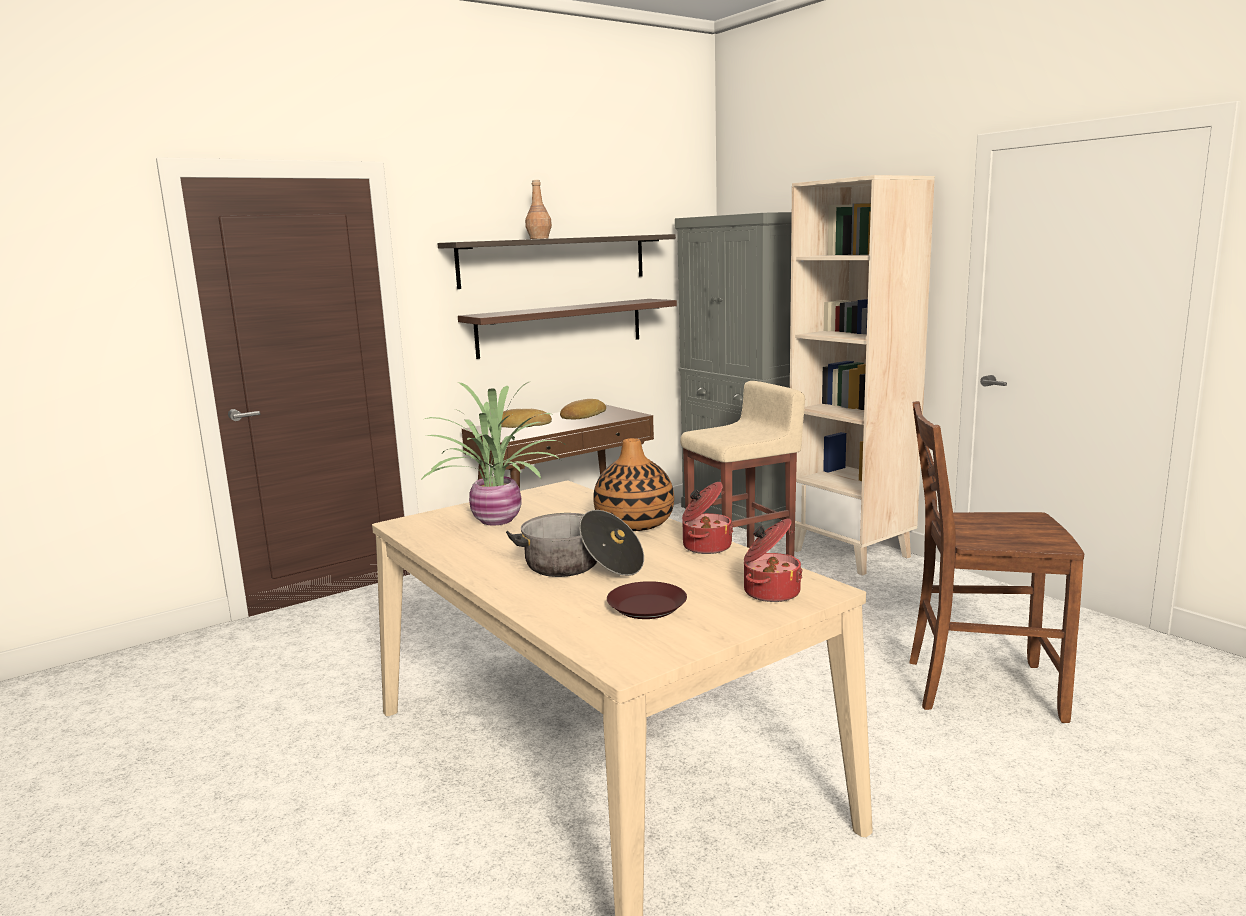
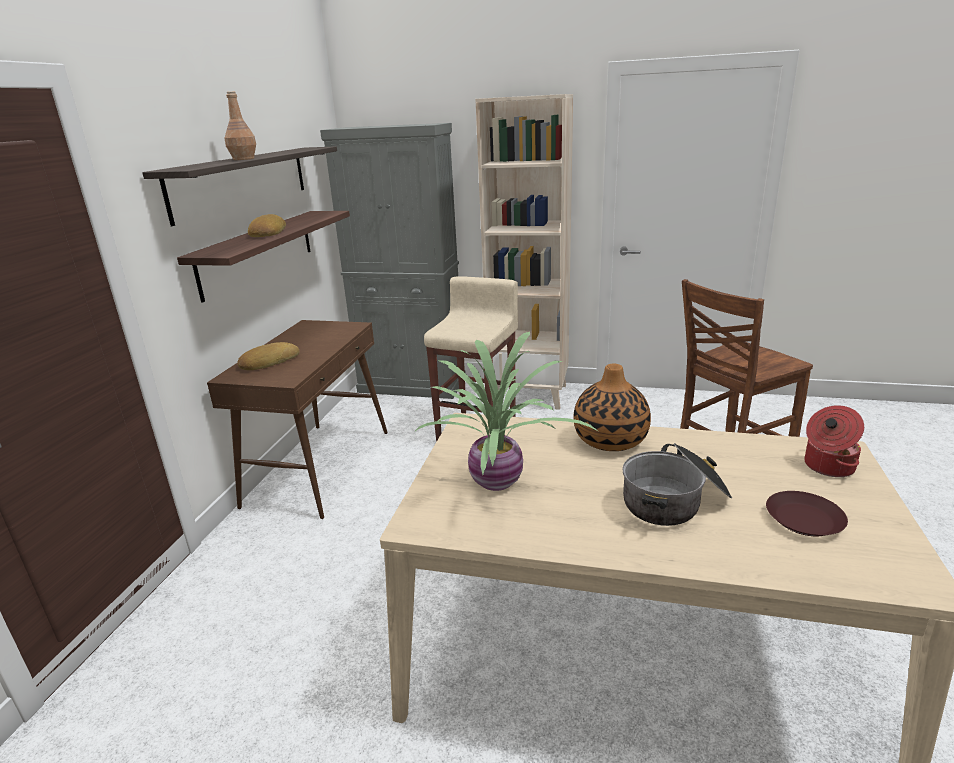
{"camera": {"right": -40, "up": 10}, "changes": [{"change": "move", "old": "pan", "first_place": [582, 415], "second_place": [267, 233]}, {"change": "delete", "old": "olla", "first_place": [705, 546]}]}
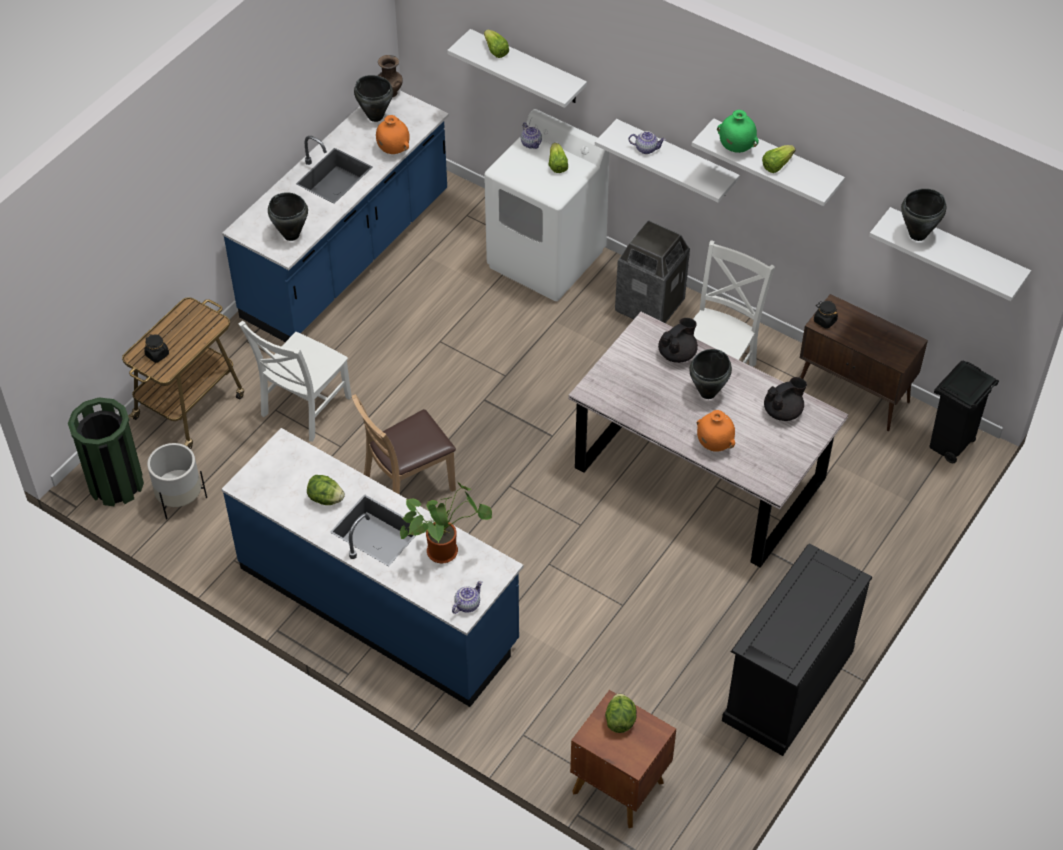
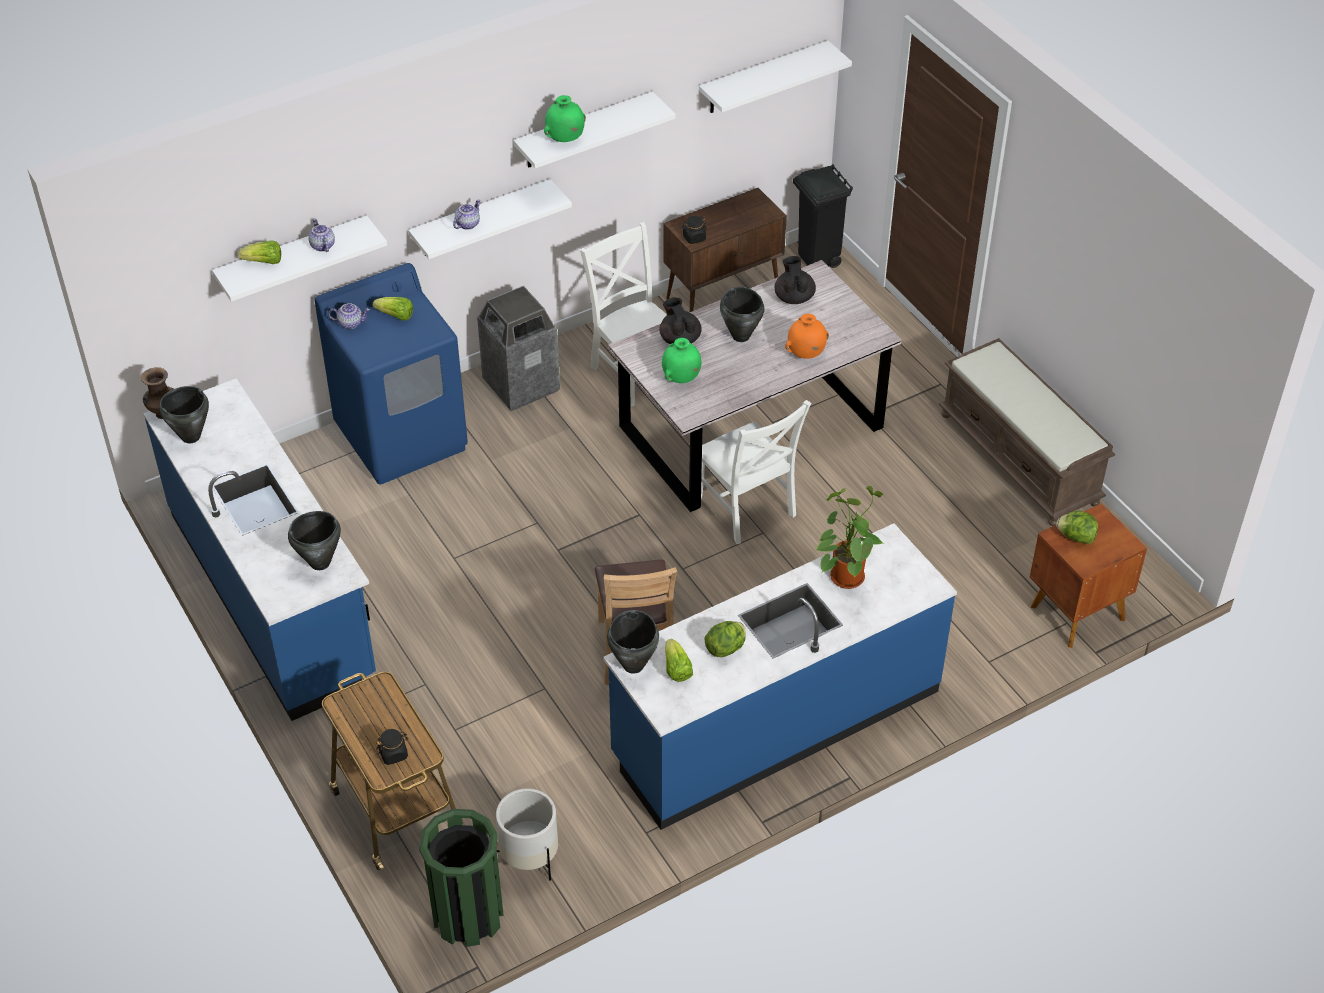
{"camera": {"right": -65, "up": -5}, "changes": [{"change": "move", "old": "silla (blanco)", "first_place": [303, 408], "second_place": [747, 509]}, {"change": "delete", "old": "florero (naranja)", "first_place": [393, 150]}, {"change": "move", "old": "tetera", "first_place": [467, 604], "second_place": [322, 246]}, {"change": "recolor", "old": "lavadora (blanco)", "new": "lavadora (azul)", "first_place": [546, 259], "second_place": [402, 437]}, {"change": "replace", "old": "cómoda (negro)", "new": "banco (marrón)", "first_place": [787, 685], "second_place": [1020, 459]}, {"change": "move", "old": "lechuga", "first_place": [777, 165], "second_place": [676, 669]}, {"change": "move", "old": "olla (negro)", "first_place": [918, 235], "second_place": [634, 665]}, {"change": "insert", "new": "florero (verde)", "second_place": [681, 379]}]}
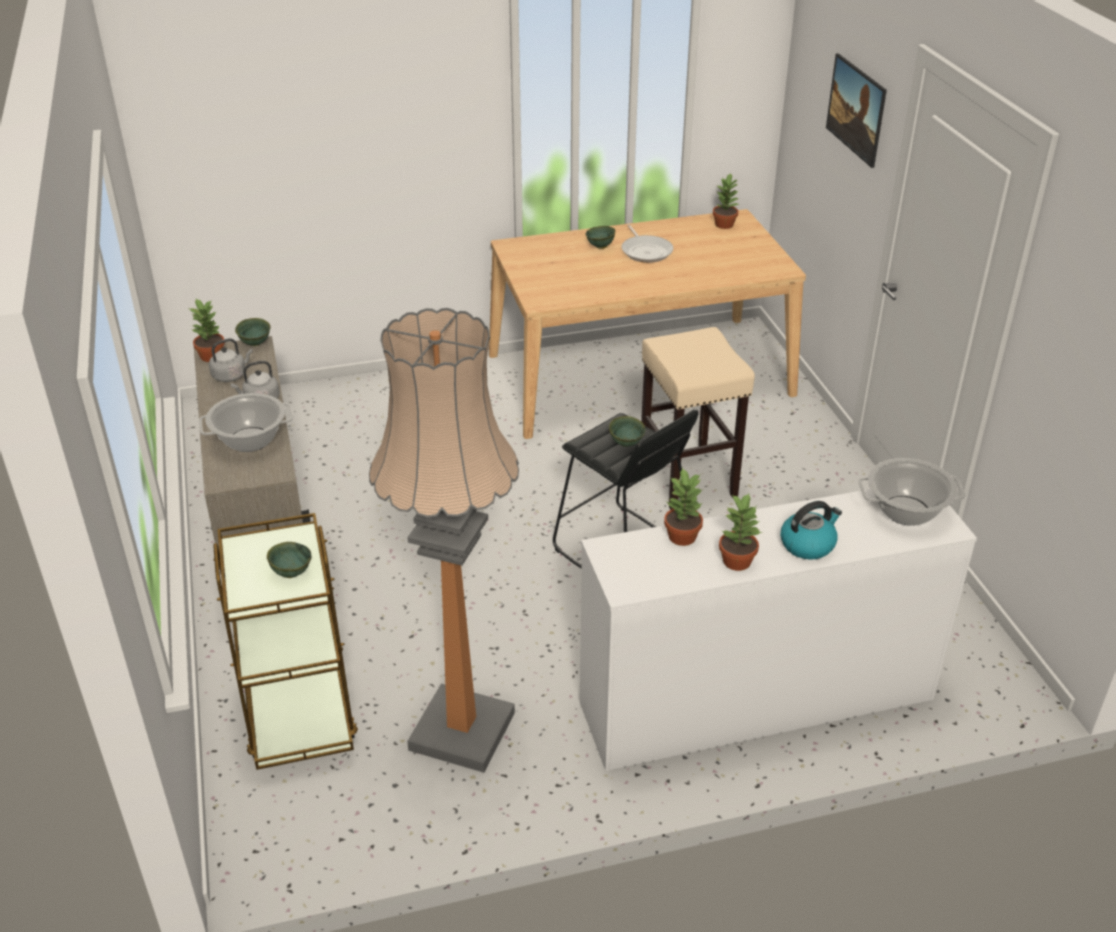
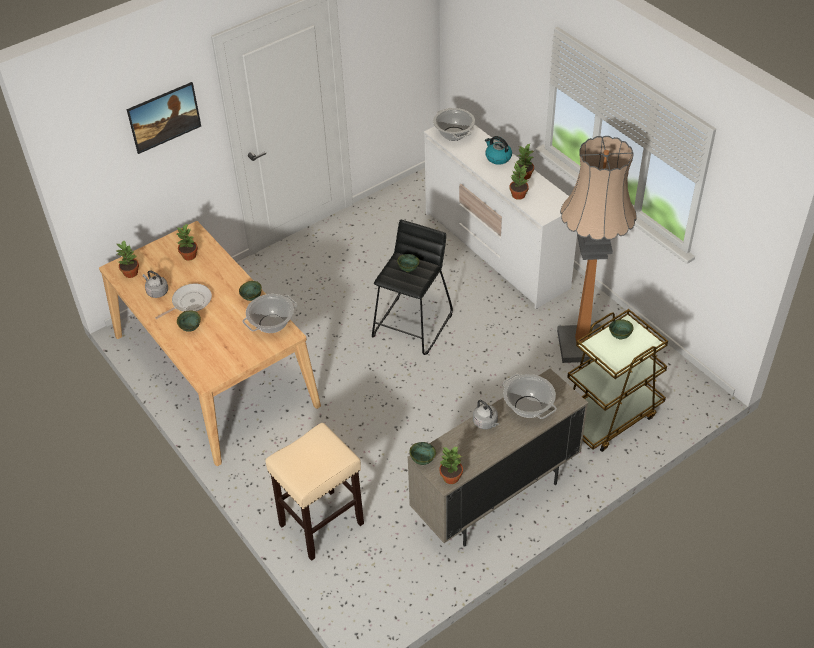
{"camera": {"right": -110, "up": 10}, "changes": [{"change": "move", "old": "hervidor (gris)", "first_place": [231, 375], "second_place": [156, 291]}, {"change": "move", "old": "taburete (beis)", "first_place": [688, 479], "second_place": [322, 523]}, {"change": "insert", "new": "planta en maceta", "second_place": [189, 255]}, {"change": "insert", "new": "cuenco (verde)", "second_place": [252, 298]}, {"change": "insert", "new": "olla", "second_place": [271, 324]}]}
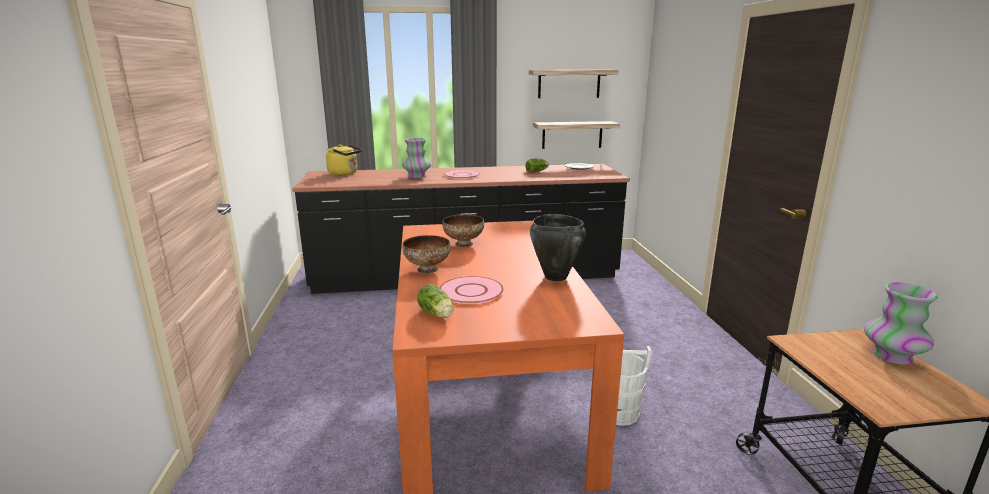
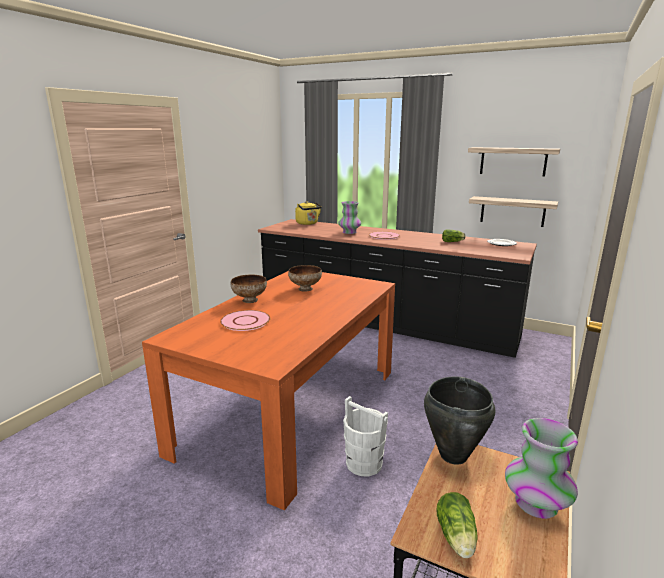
{"camera": {"right": 35, "up": 0}, "changes": [{"change": "move", "old": "lechuga", "first_place": [437, 314], "second_place": [456, 538]}, {"change": "move", "old": "olla (negro)", "first_place": [555, 277], "second_place": [452, 455]}]}
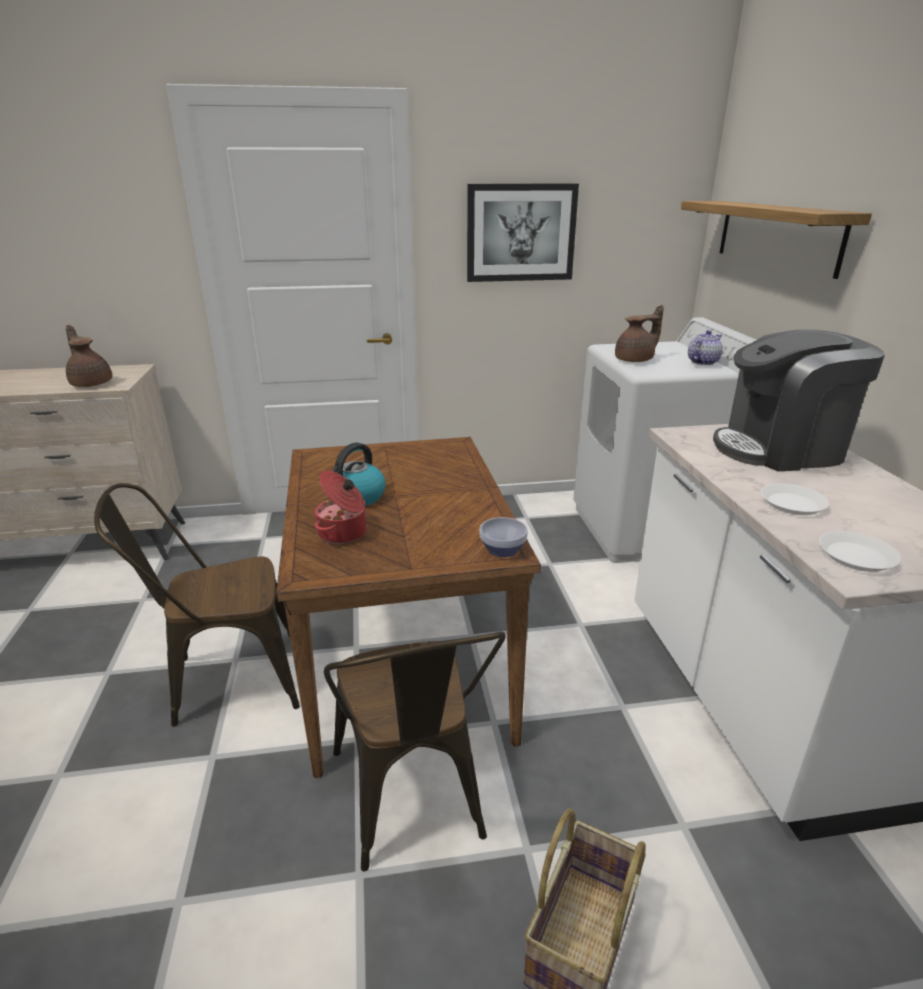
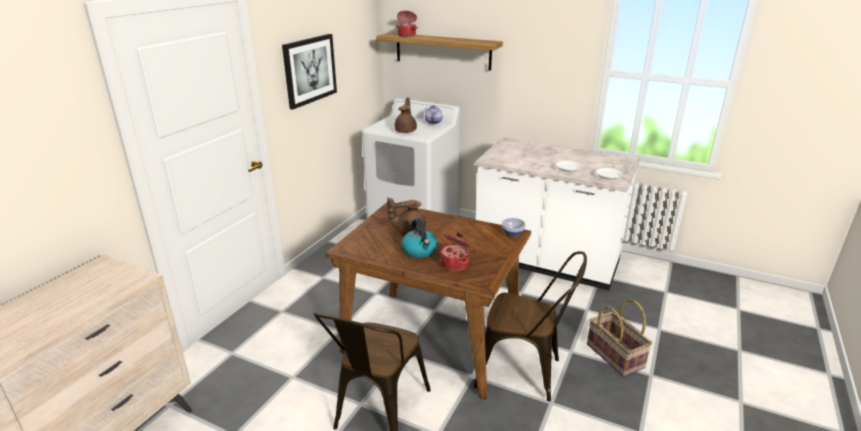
{"camera": {"right": -55, "up": 0}, "changes": [{"change": "move", "old": "tetera (marrón)", "first_place": [92, 383], "second_place": [409, 232]}, {"change": "delete", "old": "cafetera", "first_place": [780, 449]}, {"change": "insert", "new": "olla", "second_place": [407, 35]}]}
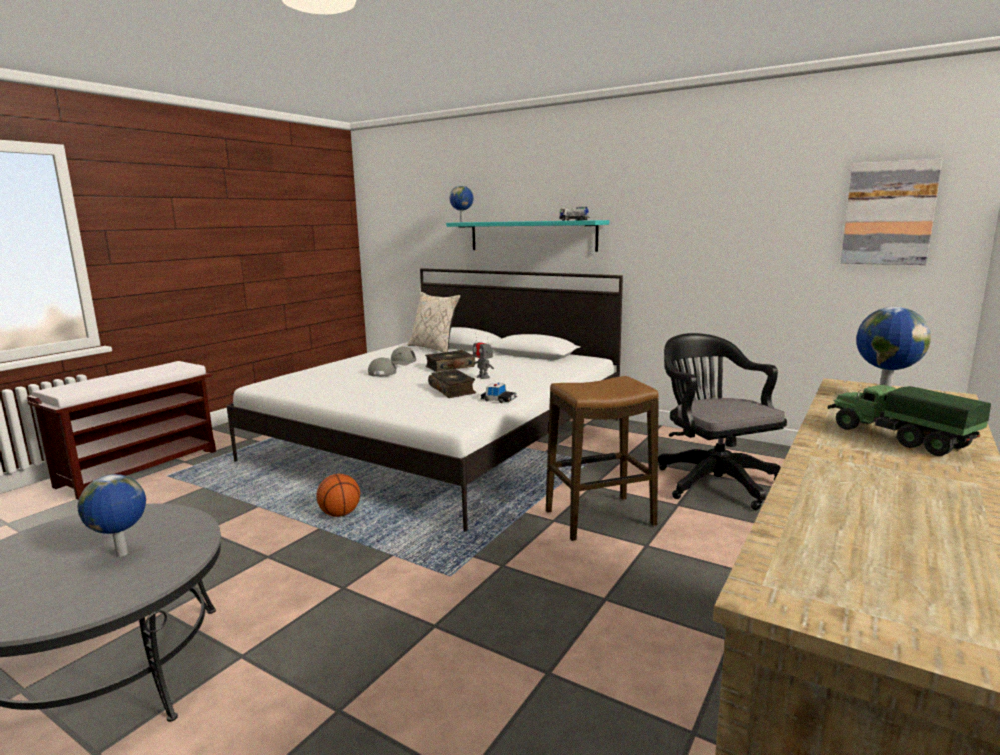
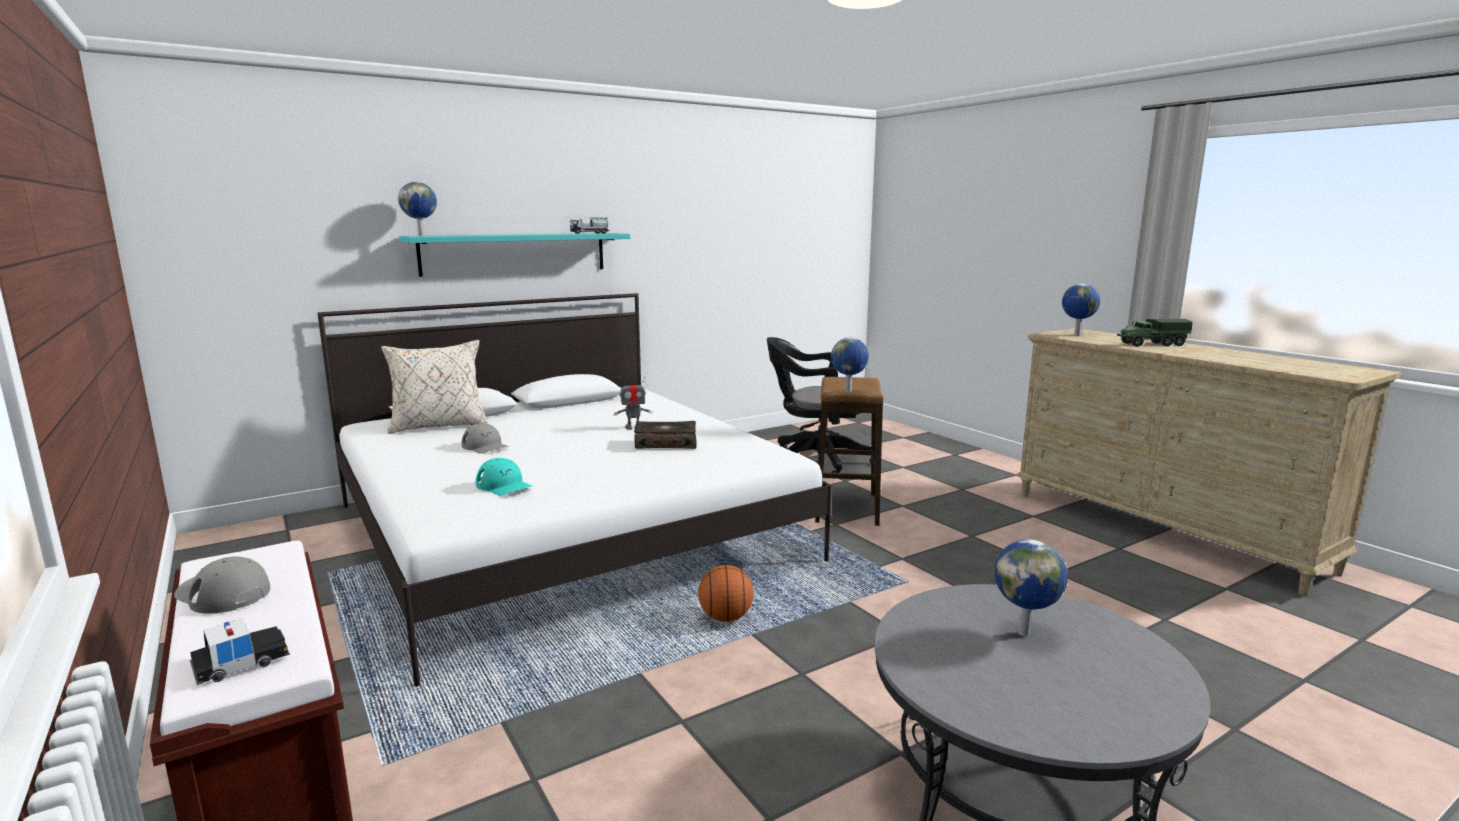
{"camera": {"right": -65, "up": 0}, "changes": [{"change": "move", "old": "gorra (gris)", "first_place": [383, 372], "second_place": [222, 593]}, {"change": "delete", "old": "libro", "first_place": [449, 367]}, {"change": "move", "old": "coche de juguete", "first_place": [498, 399], "second_place": [241, 662]}, {"change": "delete", "old": "cuadro", "first_place": [889, 213]}, {"change": "insert", "new": "gorra (turquesa)", "second_place": [504, 485]}, {"change": "insert", "new": "globo terráqueo", "second_place": [849, 391]}]}
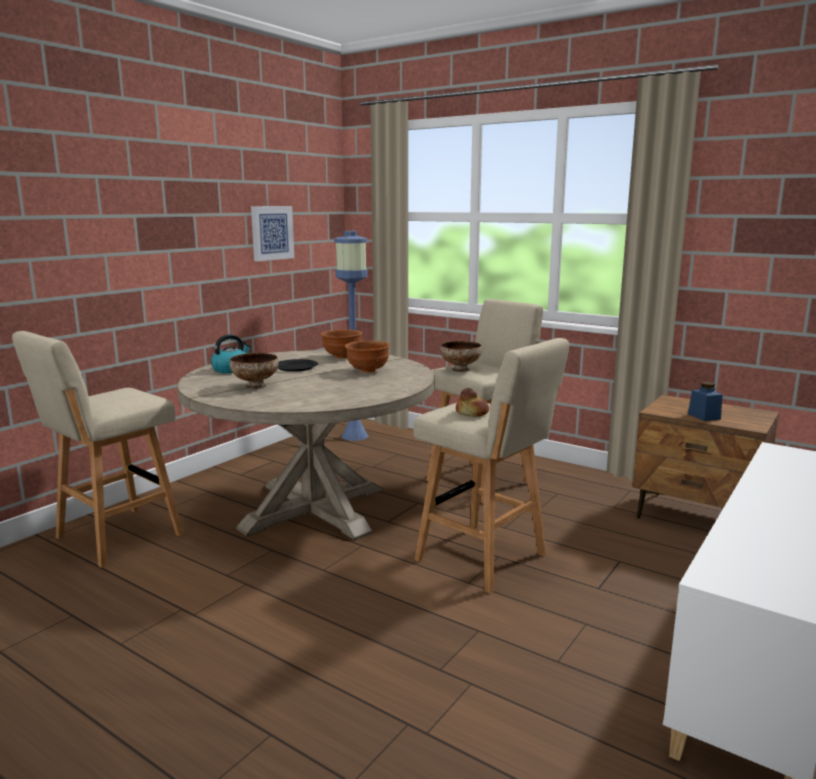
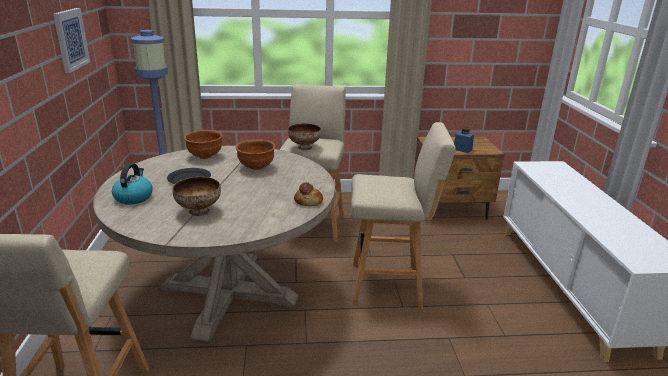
{"camera": {"right": -40, "up": 10}, "changes": [{"change": "move", "old": "pan", "first_place": [472, 413], "second_place": [308, 201]}]}
